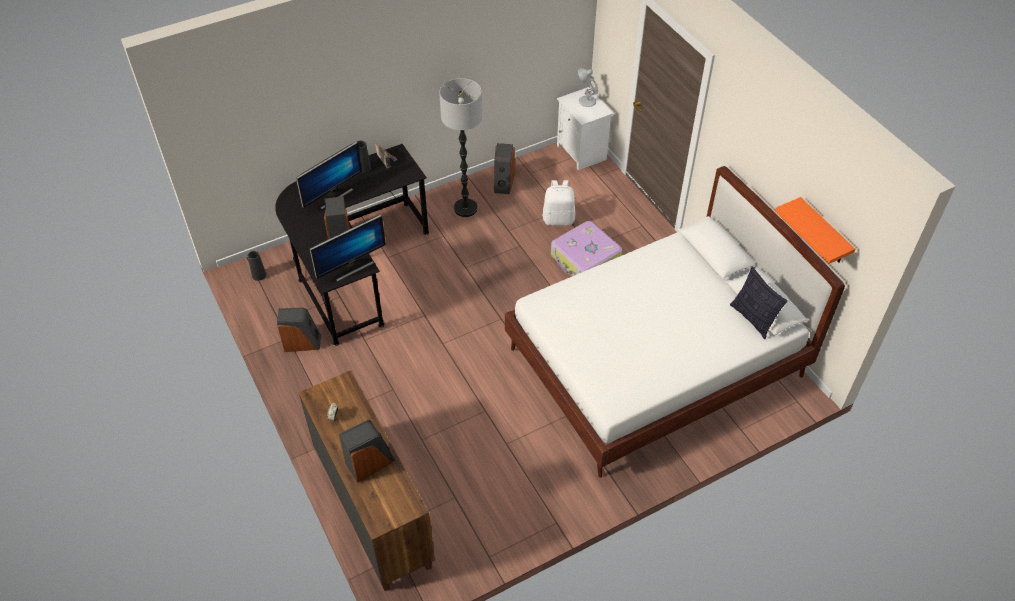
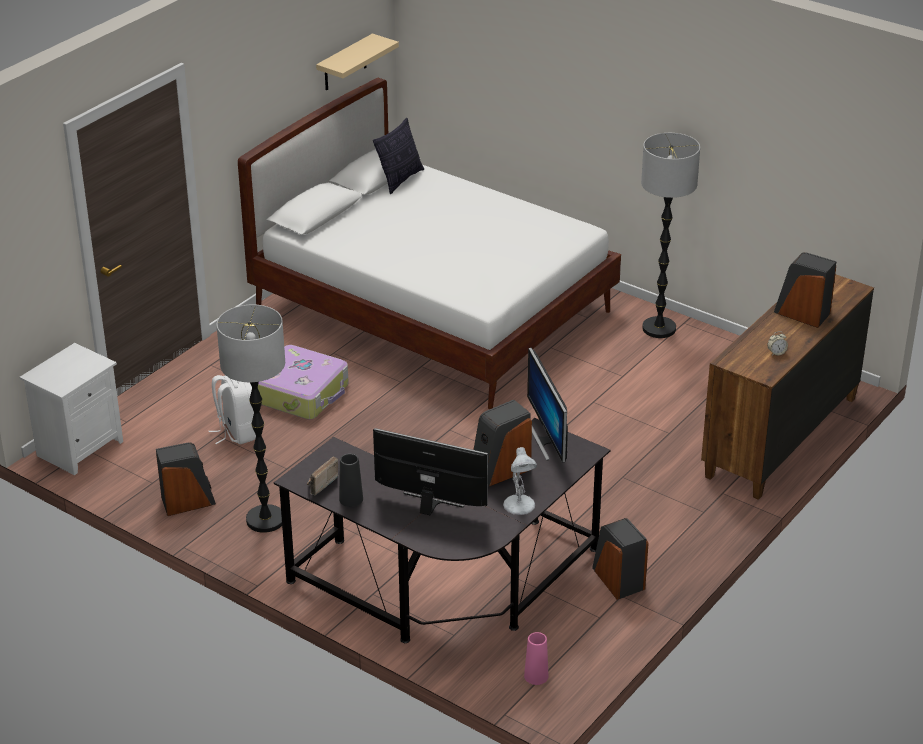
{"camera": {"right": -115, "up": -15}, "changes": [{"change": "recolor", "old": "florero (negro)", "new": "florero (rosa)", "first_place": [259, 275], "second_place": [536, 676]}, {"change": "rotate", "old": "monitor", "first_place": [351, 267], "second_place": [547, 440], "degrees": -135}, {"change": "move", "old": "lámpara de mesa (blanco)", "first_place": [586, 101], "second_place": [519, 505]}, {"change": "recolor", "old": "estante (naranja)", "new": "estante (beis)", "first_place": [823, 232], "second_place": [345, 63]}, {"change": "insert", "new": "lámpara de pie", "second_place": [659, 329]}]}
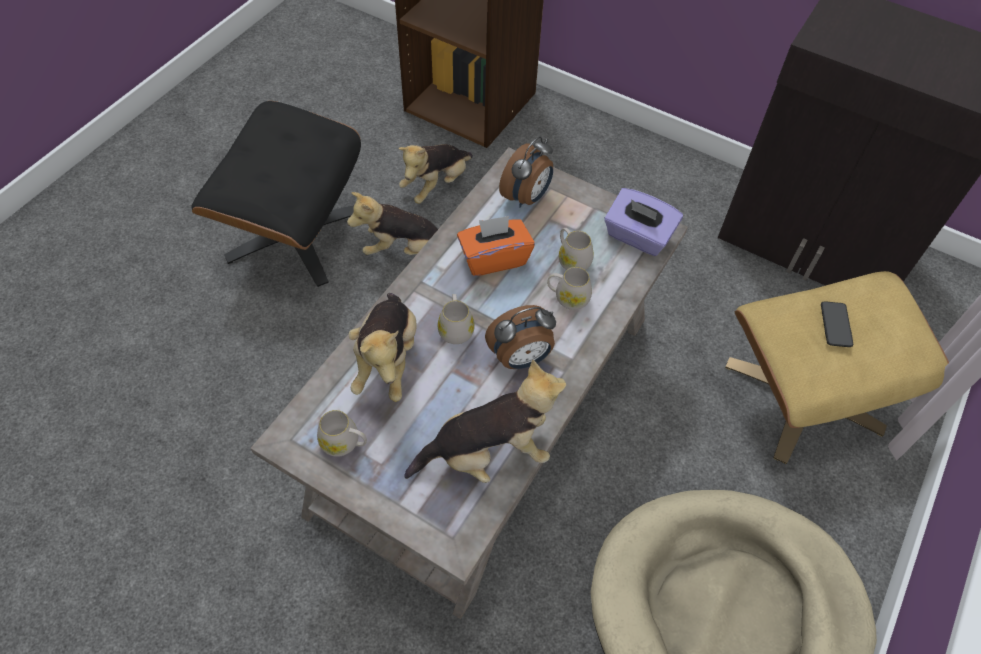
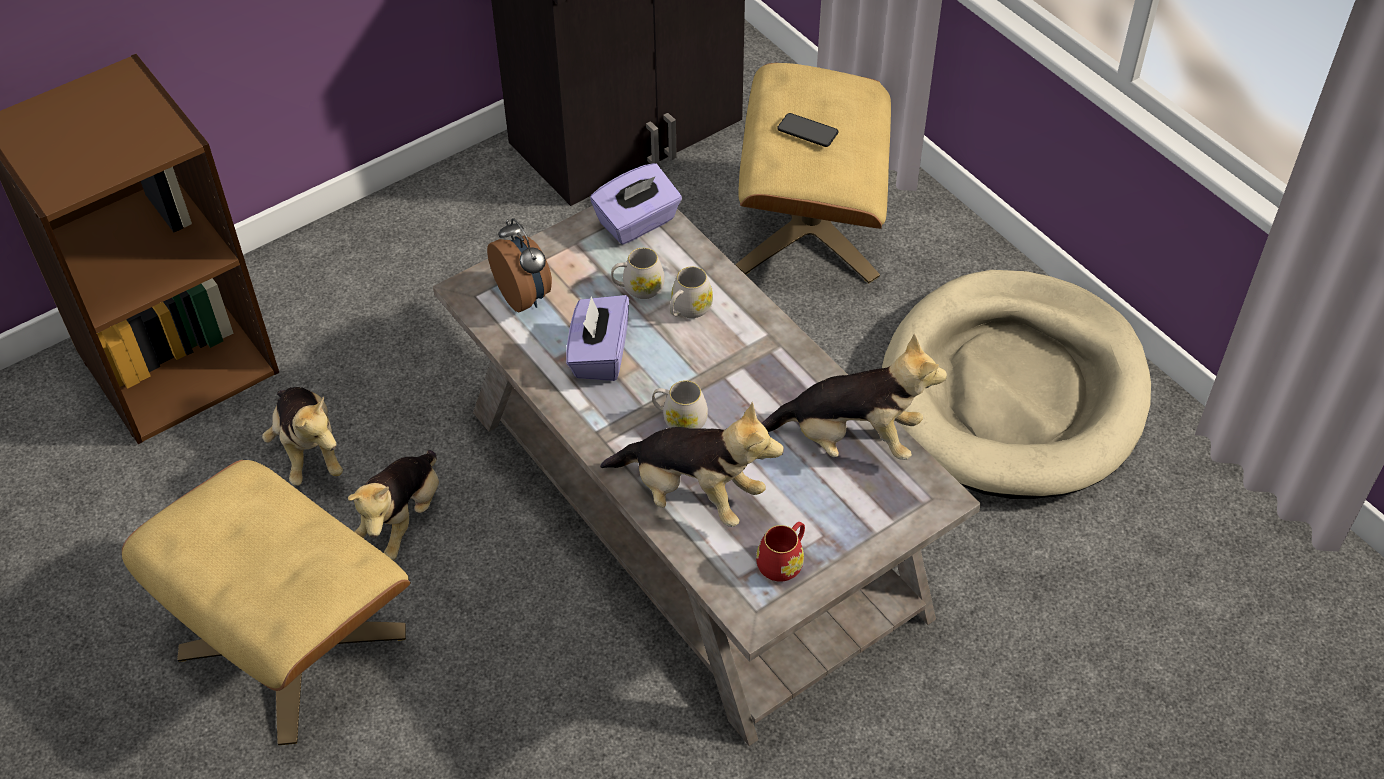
{"camera": {"right": -65, "up": -5}, "changes": [{"change": "recolor", "old": "puf (negro)", "new": "puf (beis)", "first_place": [295, 233], "second_place": [291, 643]}, {"change": "recolor", "old": "taza grande (blanco)", "new": "taza grande (rojo)", "first_place": [344, 443], "second_place": [783, 562]}, {"change": "rotate", "old": "peluche", "first_place": [489, 453], "second_place": [850, 439], "degrees": 90}, {"change": "recolor", "old": "caja de pañuelos (naranja)", "new": "caja de pañuelos (morado)", "first_place": [494, 258], "second_place": [599, 355]}, {"change": "delete", "old": "despertador", "first_place": [521, 358]}]}
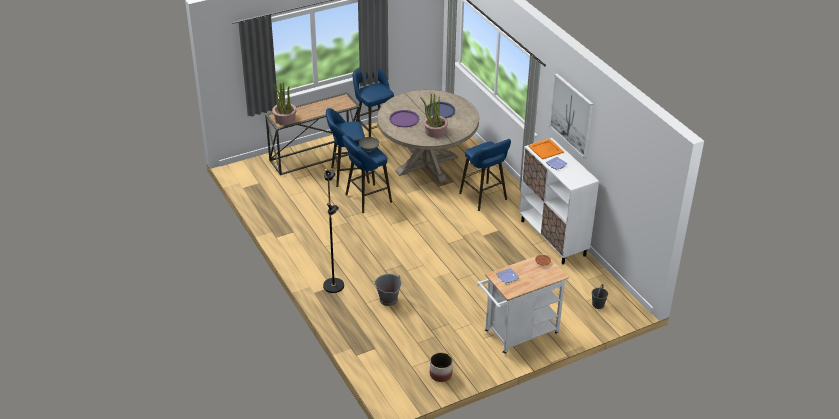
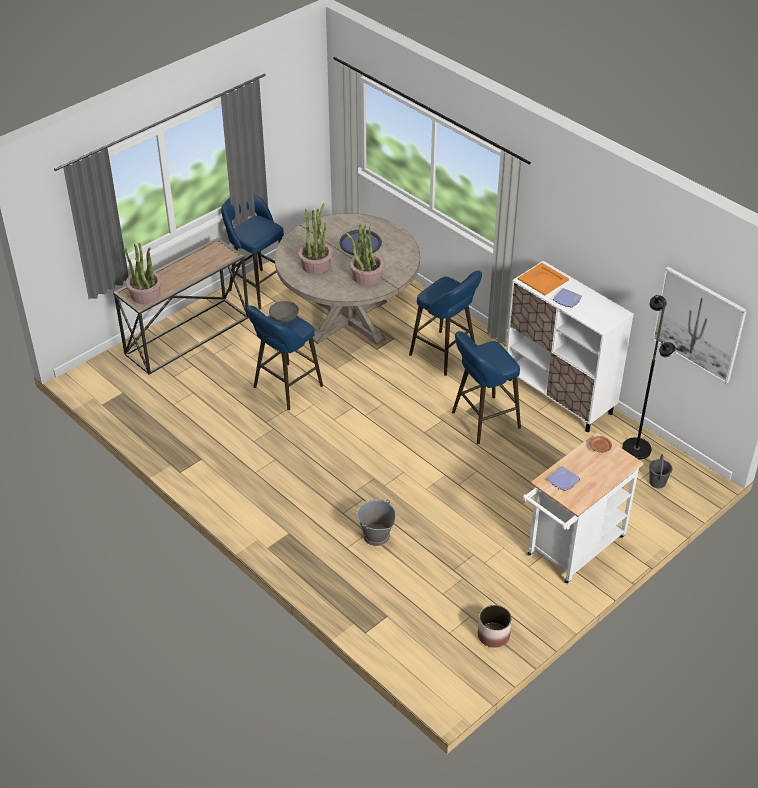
{"camera": {"right": -15, "up": 5}, "changes": [{"change": "move", "old": "lámpara de pie (negro)", "first_place": [334, 285], "second_place": [637, 449]}, {"change": "move", "old": "taburete (azul)", "first_place": [347, 175], "second_place": [482, 421]}, {"change": "replace", "old": "bandeja (morado)", "new": "planta en maceta", "first_place": [404, 119], "second_place": [316, 265]}, {"change": "move", "old": "cuadro", "first_place": [571, 115], "second_place": [698, 324]}]}
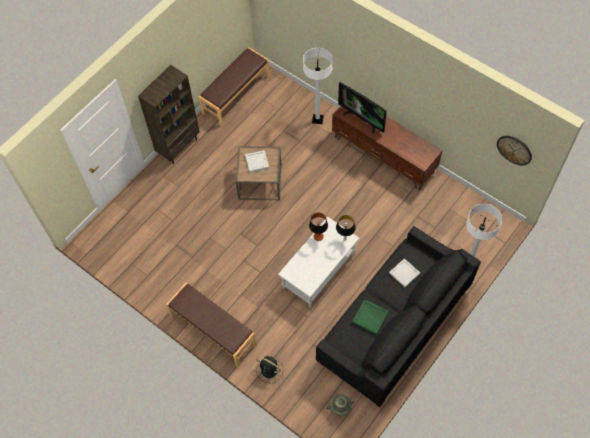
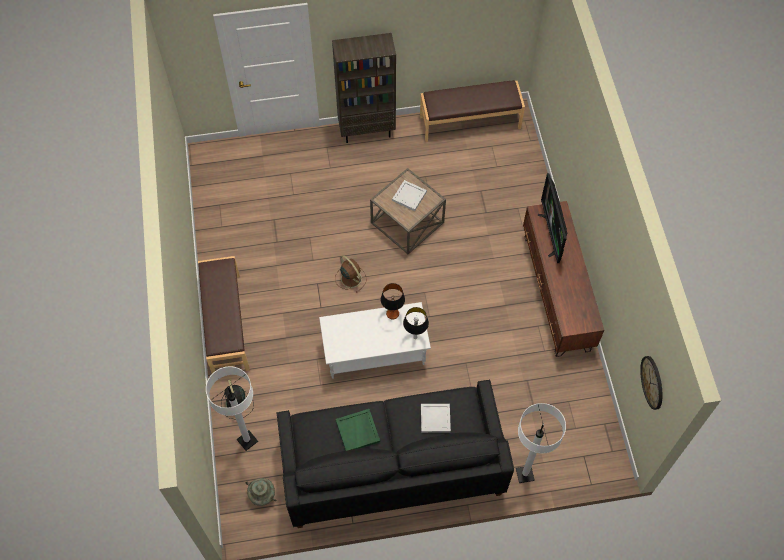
{"camera": {"right": 40, "up": 0}, "changes": [{"change": "move", "old": "lámpara de pie (blanco)", "first_place": [317, 119], "second_place": [247, 440]}, {"change": "insert", "new": "ventilador (marrón)", "second_place": [350, 278]}]}
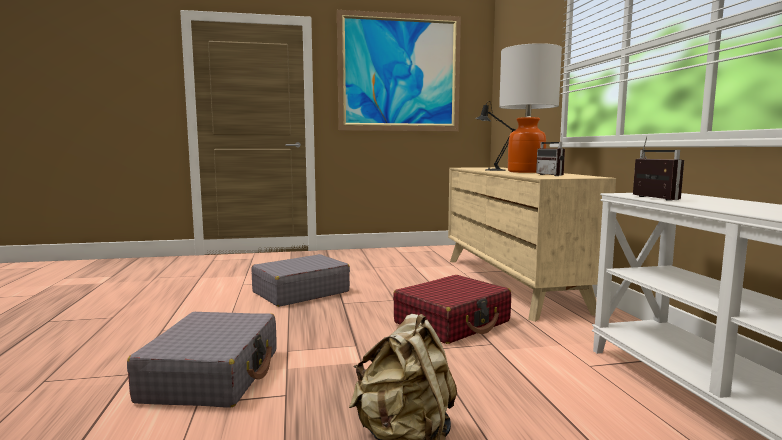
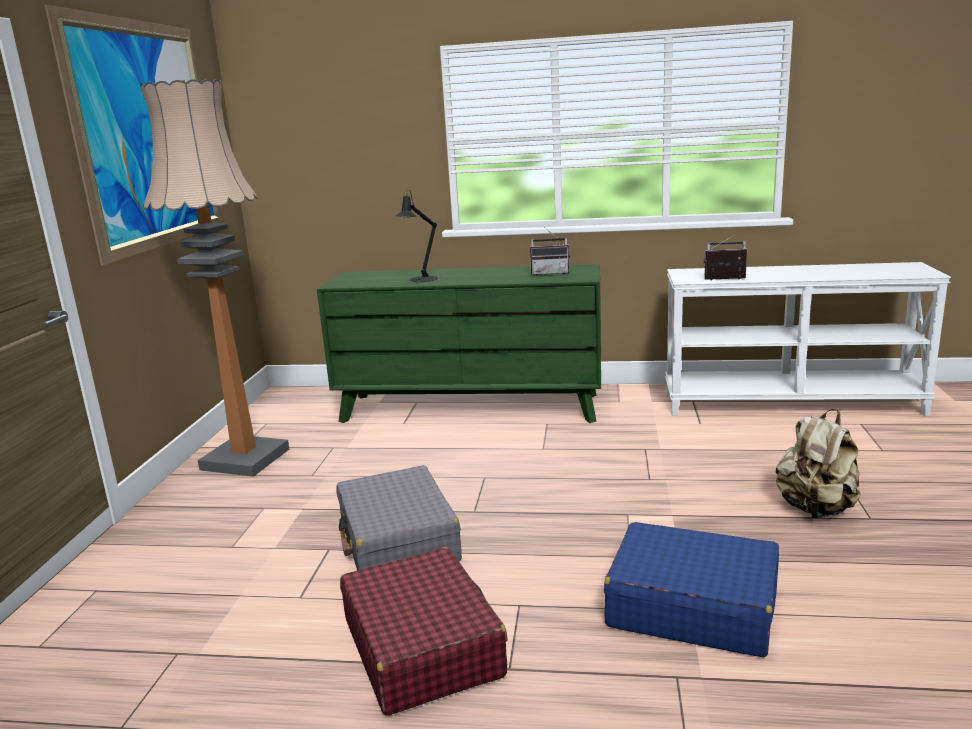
{"camera": {"right": -70, "up": 10}, "changes": [{"change": "recolor", "old": "maleta (gris)", "new": "maleta (azul)", "first_place": [213, 375], "second_place": [691, 607]}, {"change": "move", "old": "maleta (rojo)", "first_place": [453, 322], "second_place": [422, 647]}, {"change": "recolor", "old": "cómoda (beis)", "new": "cómoda (verde)", "first_place": [511, 283], "second_place": [470, 408]}, {"change": "delete", "old": "lámpara de mesa", "first_place": [525, 172]}, {"change": "insert", "new": "lámpara de pie", "second_place": [245, 459]}]}
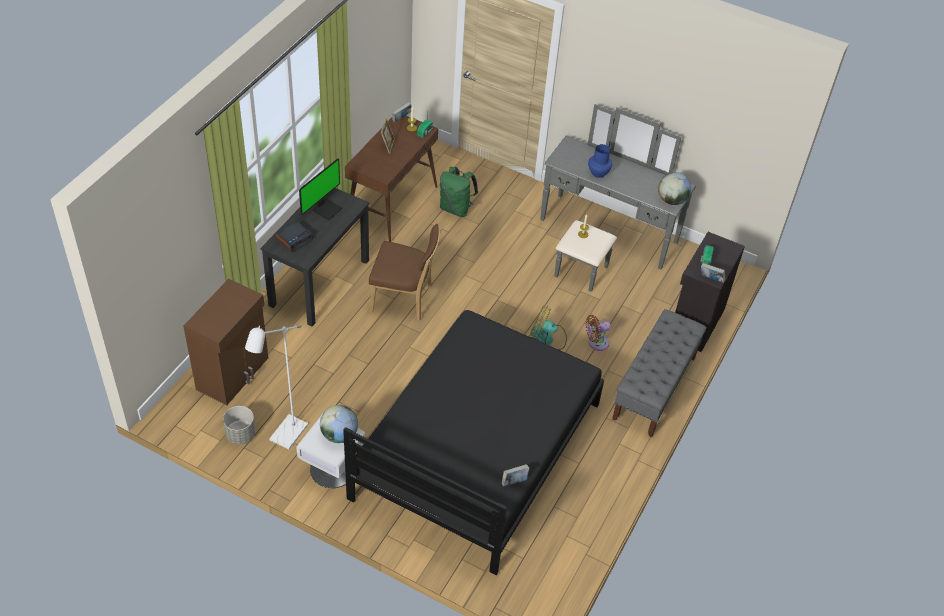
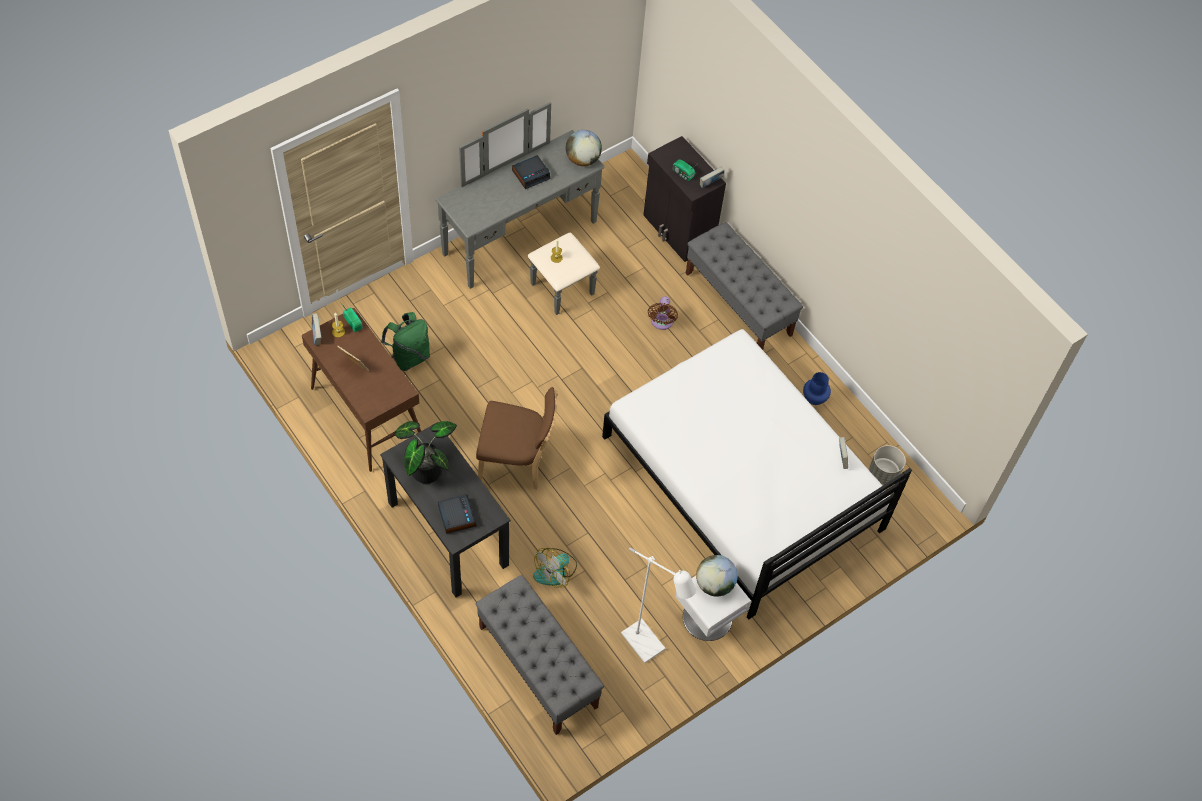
{"camera": {"right": -65, "up": 10}, "changes": [{"change": "replace", "old": "armario (marrón)", "new": "banco (gris)", "first_place": [234, 373], "second_place": [537, 666]}, {"change": "move", "old": "maceta (gris)", "first_place": [240, 434], "second_place": [883, 473]}, {"change": "replace", "old": "monitor", "new": "planta en maceta", "first_place": [326, 209], "second_place": [425, 467]}, {"change": "recolor", "old": "cama (negro)", "new": "cama (blanco)", "first_place": [477, 450], "second_place": [741, 482]}, {"change": "rotate", "old": "silla (marrón)", "first_place": [404, 299], "second_place": [516, 462], "degrees": 60}, {"change": "move", "old": "ventilador", "first_place": [547, 338], "second_place": [555, 571]}, {"change": "move", "old": "florero (azul)", "first_place": [598, 173], "second_place": [815, 398]}, {"change": "insert", "new": "despertador", "second_place": [531, 174]}]}
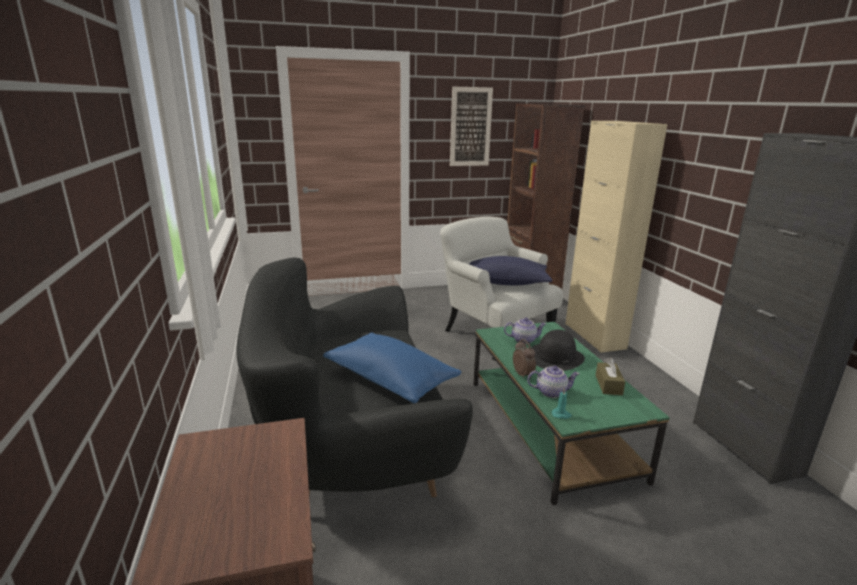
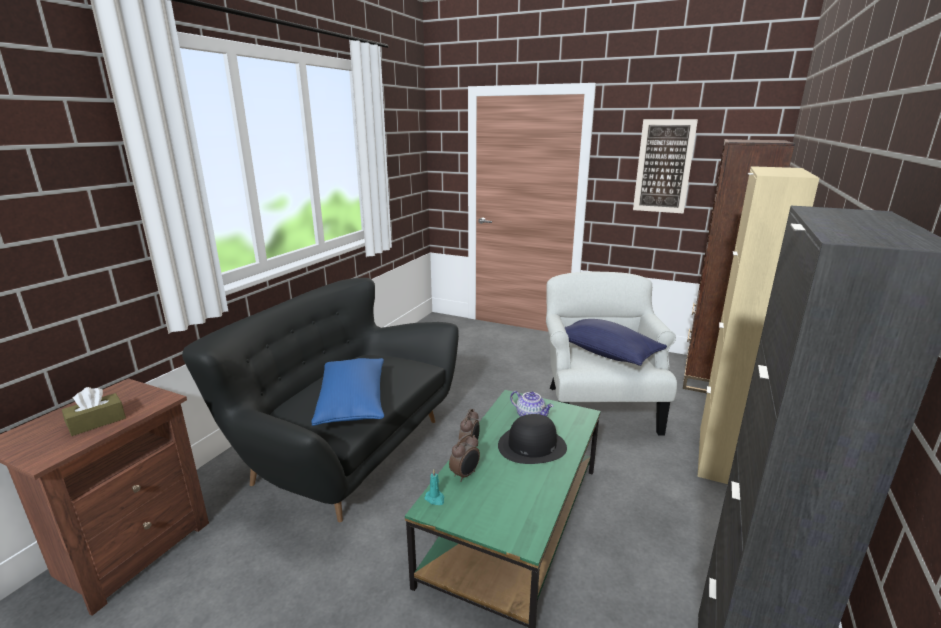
{"camera": {"right": 40, "up": 0}, "changes": [{"change": "replace", "old": "tetera", "new": "despertador", "first_place": [551, 392], "second_place": [465, 475]}, {"change": "move", "old": "caja de pañuelos (marrón)", "first_place": [608, 385], "second_place": [97, 422]}]}
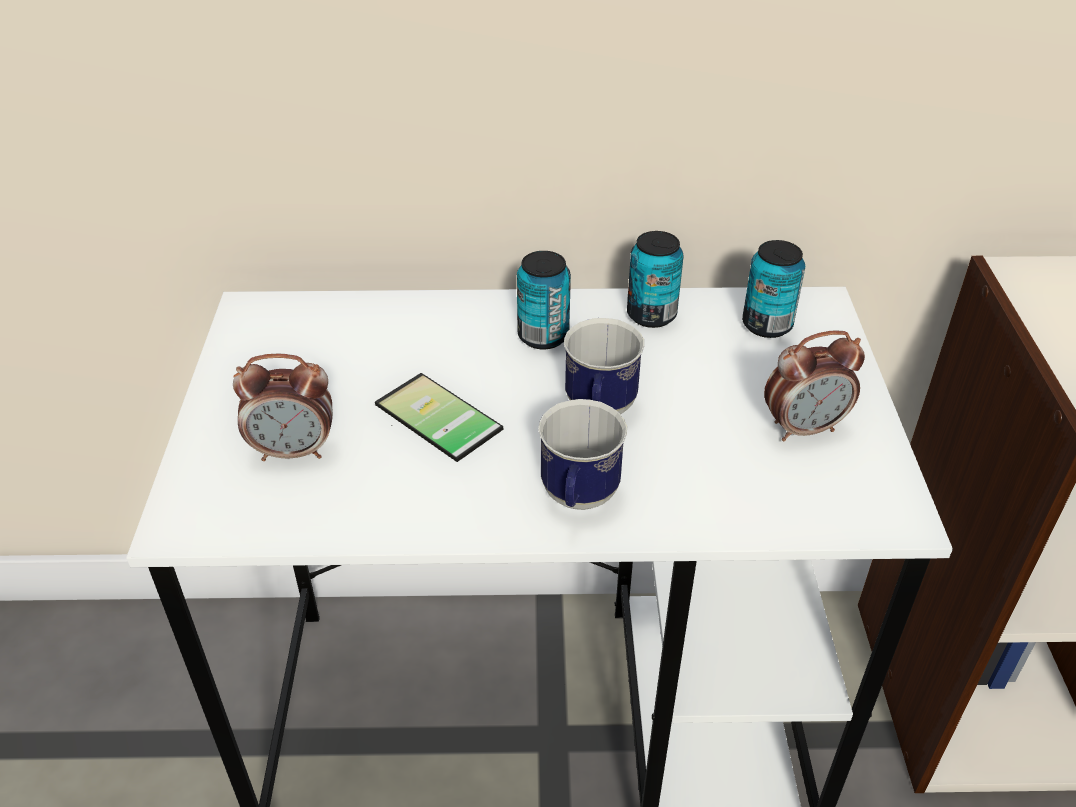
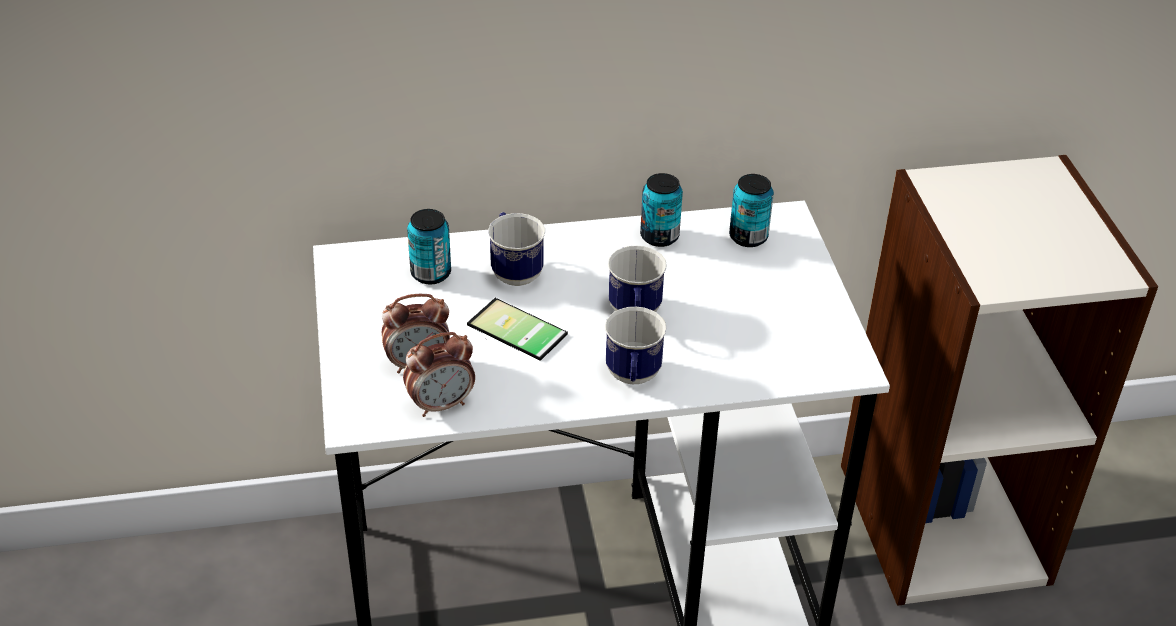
{"camera": {"right": -10, "up": 0}, "changes": [{"change": "move", "old": "lata", "first_place": [543, 336], "second_place": [431, 273]}, {"change": "move", "old": "despertador", "first_place": [803, 428], "second_place": [441, 404]}, {"change": "insert", "new": "taza grande", "second_place": [514, 270]}]}
